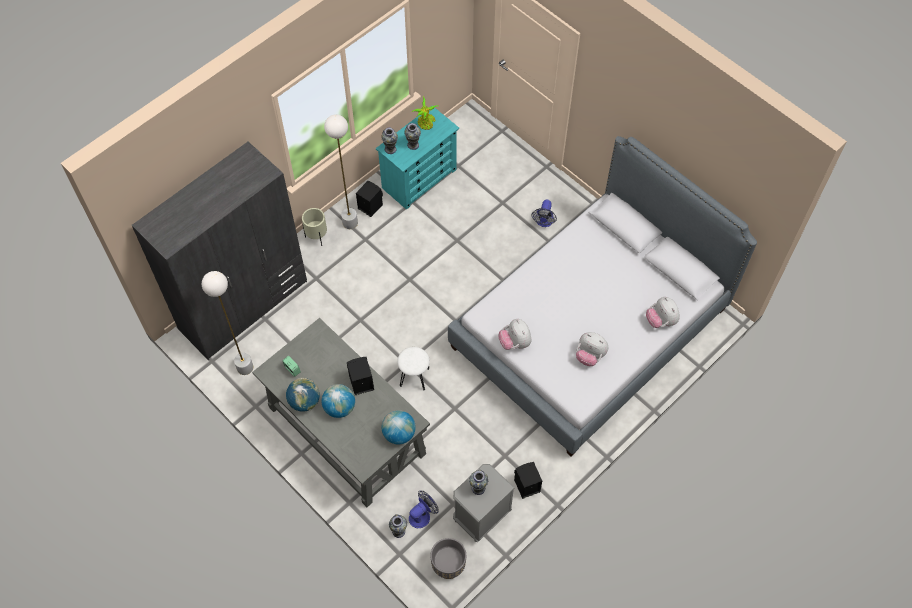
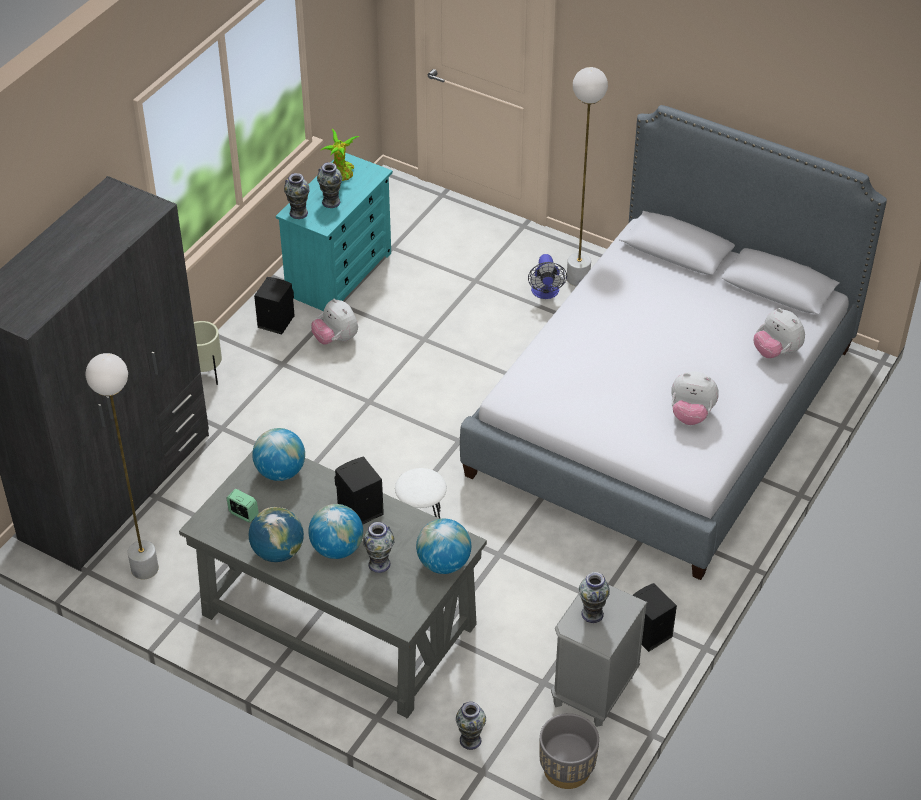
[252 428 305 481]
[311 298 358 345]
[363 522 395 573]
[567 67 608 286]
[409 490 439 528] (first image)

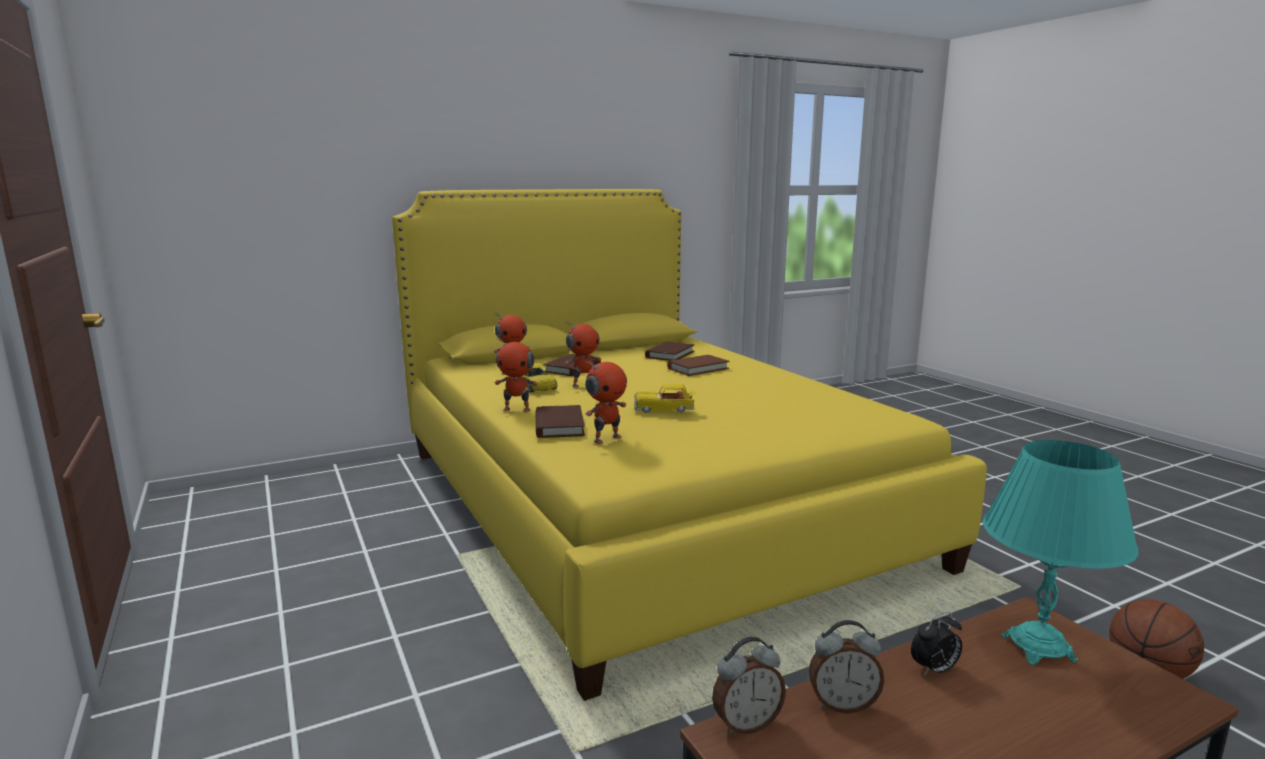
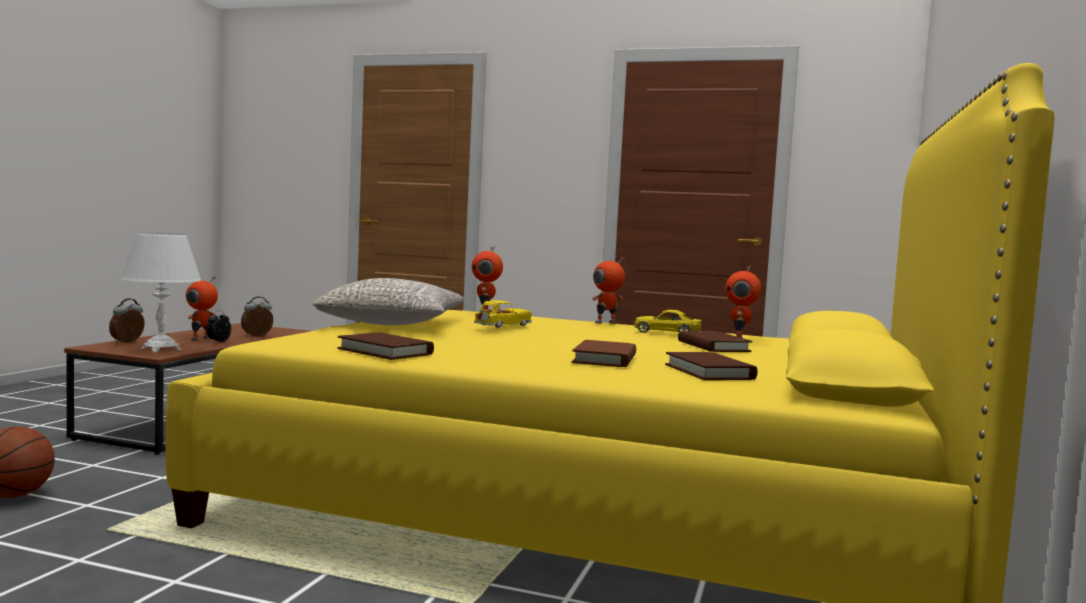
[109 298 145 343]
[121 232 202 352]
[186 276 218 340]
[312 278 465 325]
[337 332 434 360]

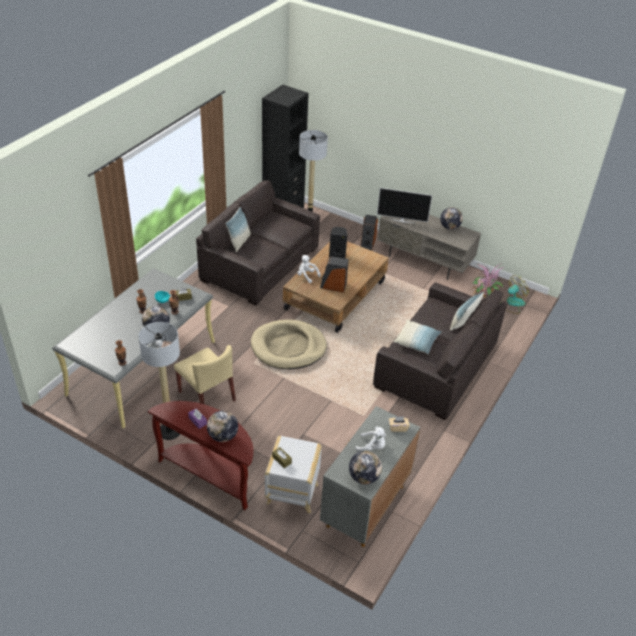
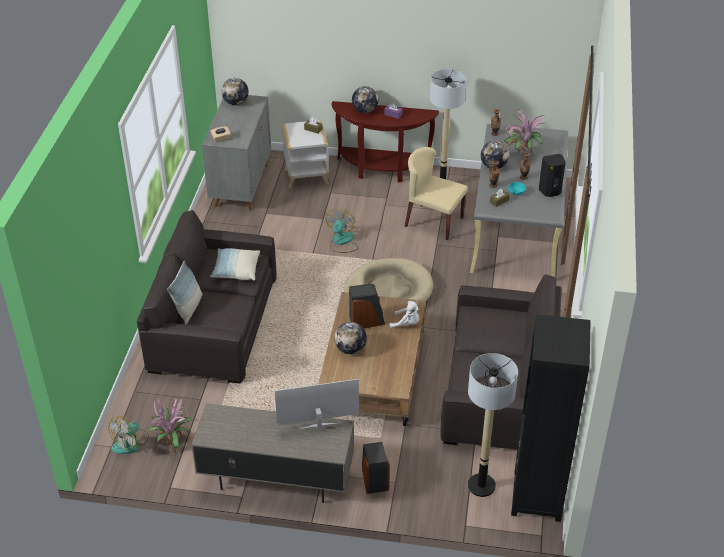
[325 208 359 253]
[334 322 367 354]
[504 109 547 153]
[539 154 566 197]
[225 207 251 252] (first image)
[355 426 386 451] (first image)

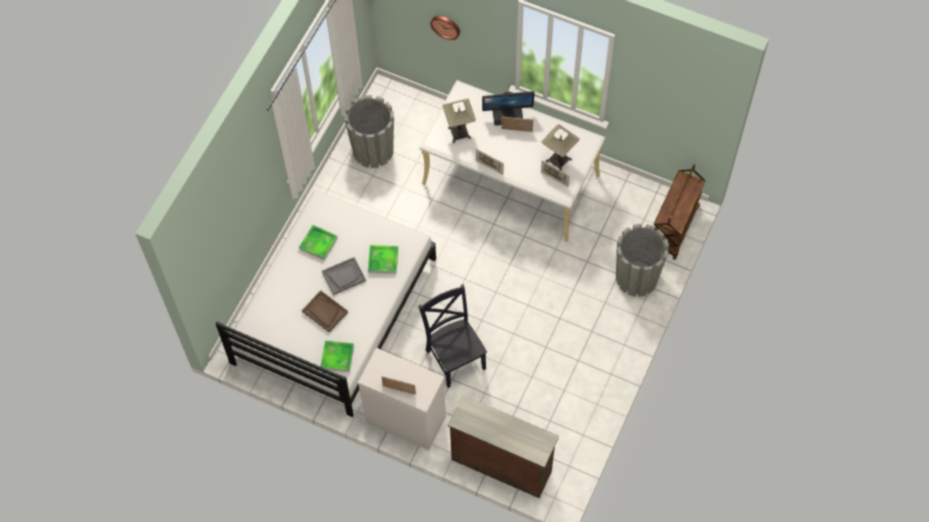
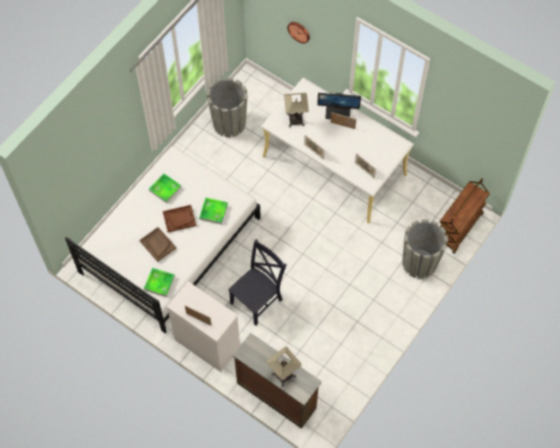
[163 205 196 232]
[228 239 287 326]
[266 347 302 387]

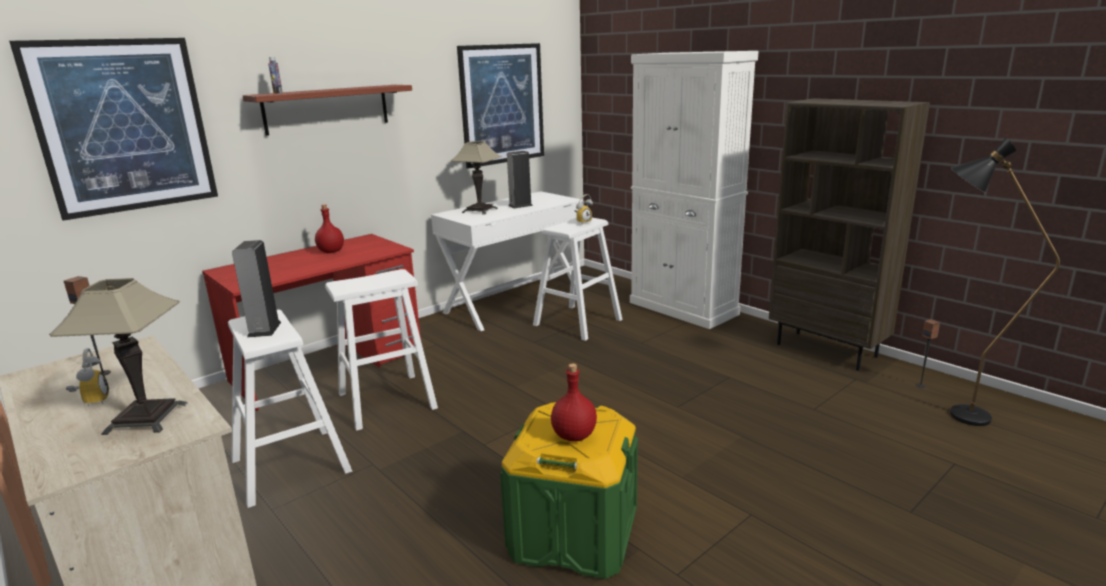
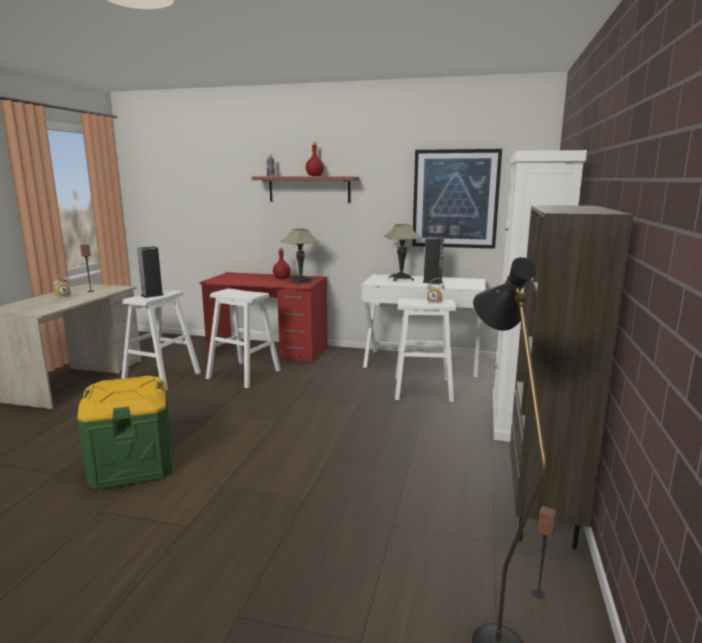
[280 229 320 285]
[306 143 324 176]
[9 38 218 221] (first image)

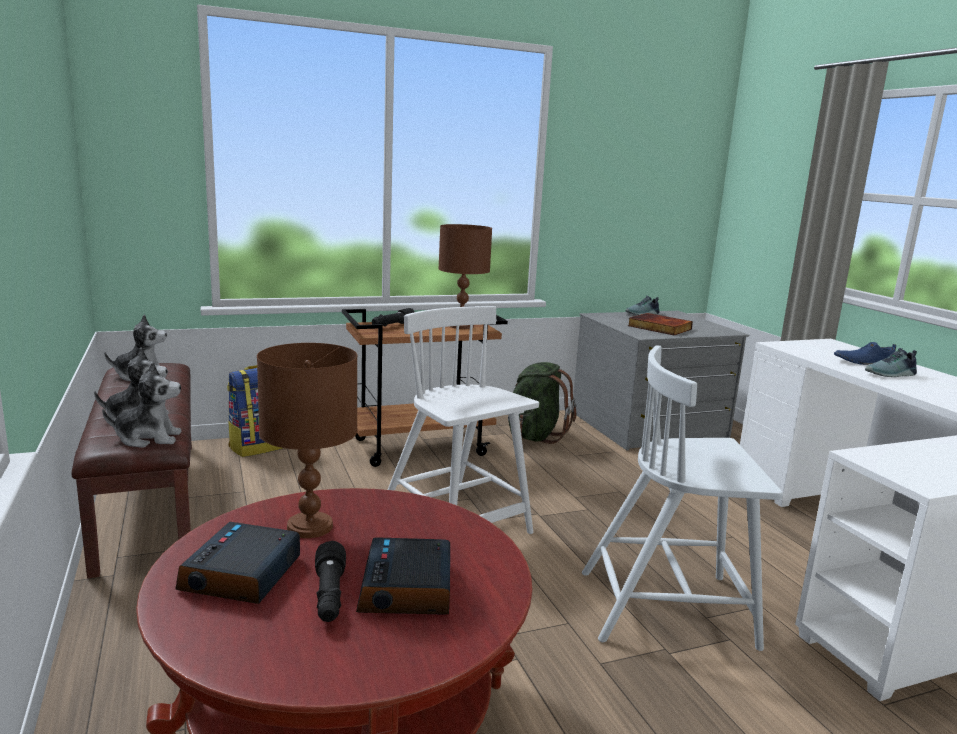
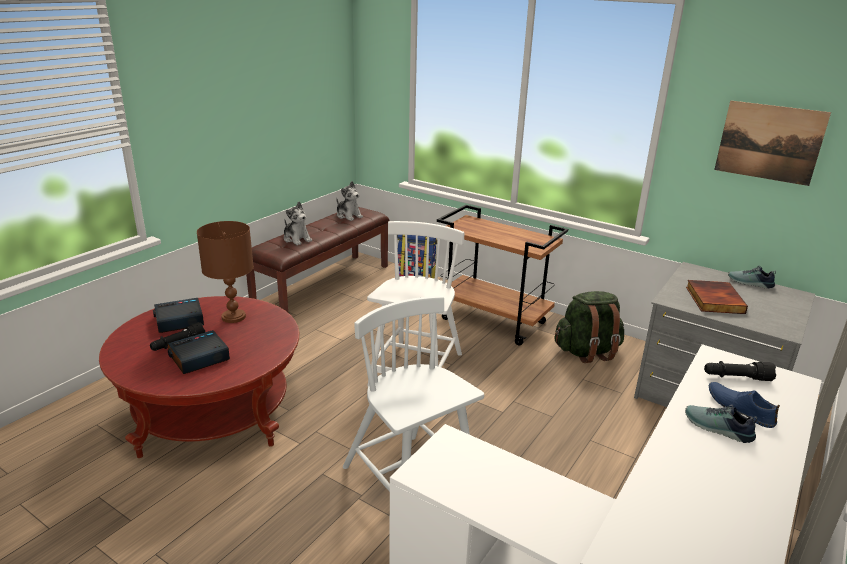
[704 361 776 381]
[714 101 831 186]
[102 362 182 448] (first image)
[439 224 492 329] (first image)

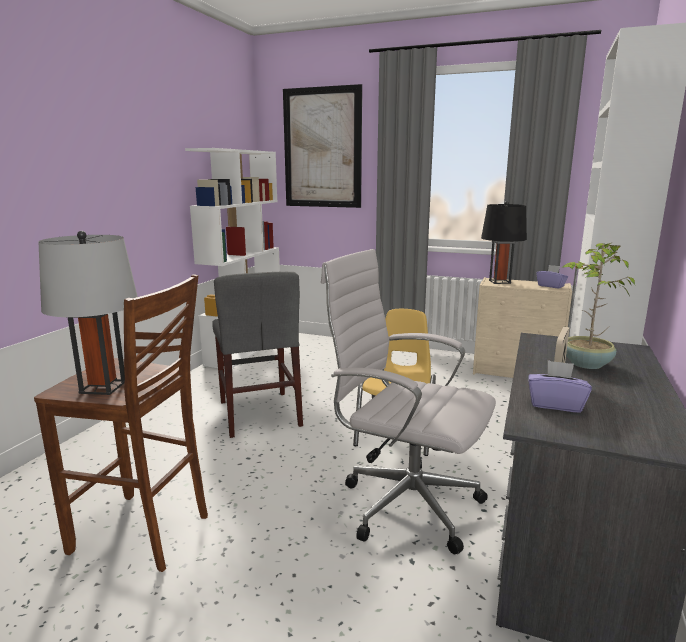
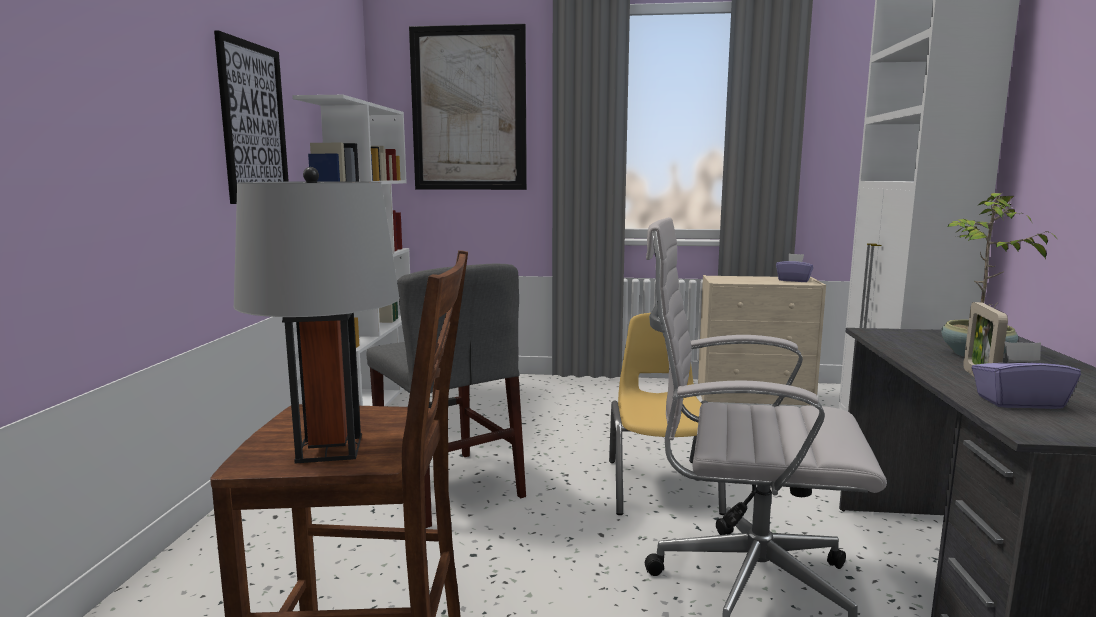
[214 30 289 204]
[481 201 527 284] (first image)

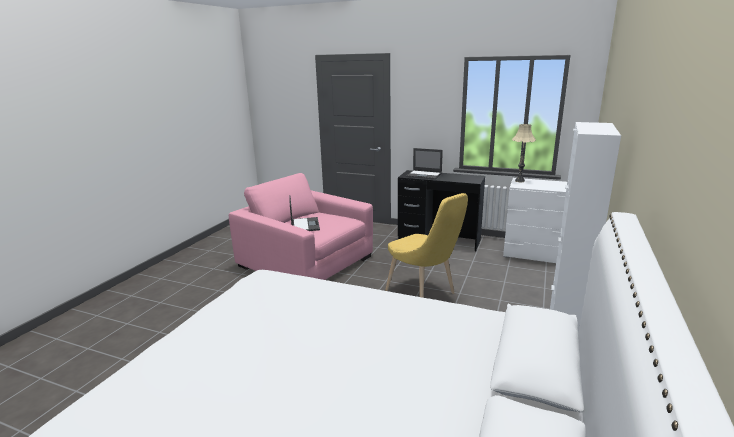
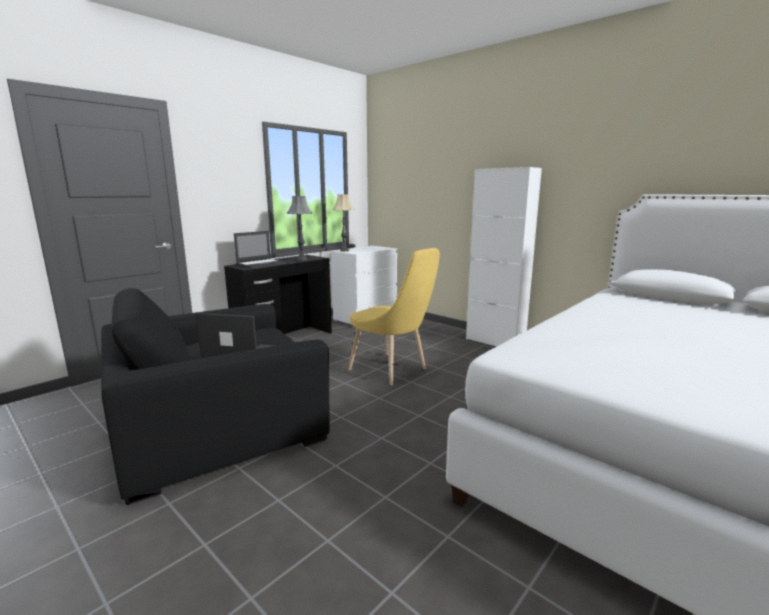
[101 288 330 505]
[287 196 312 261]
[348 248 440 386]

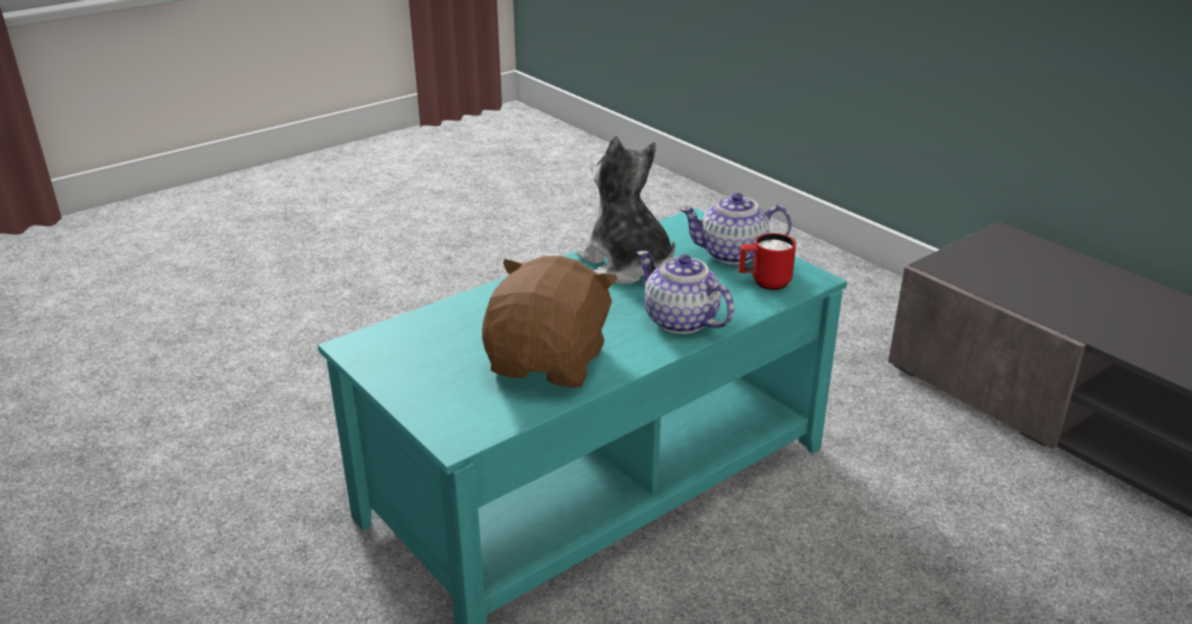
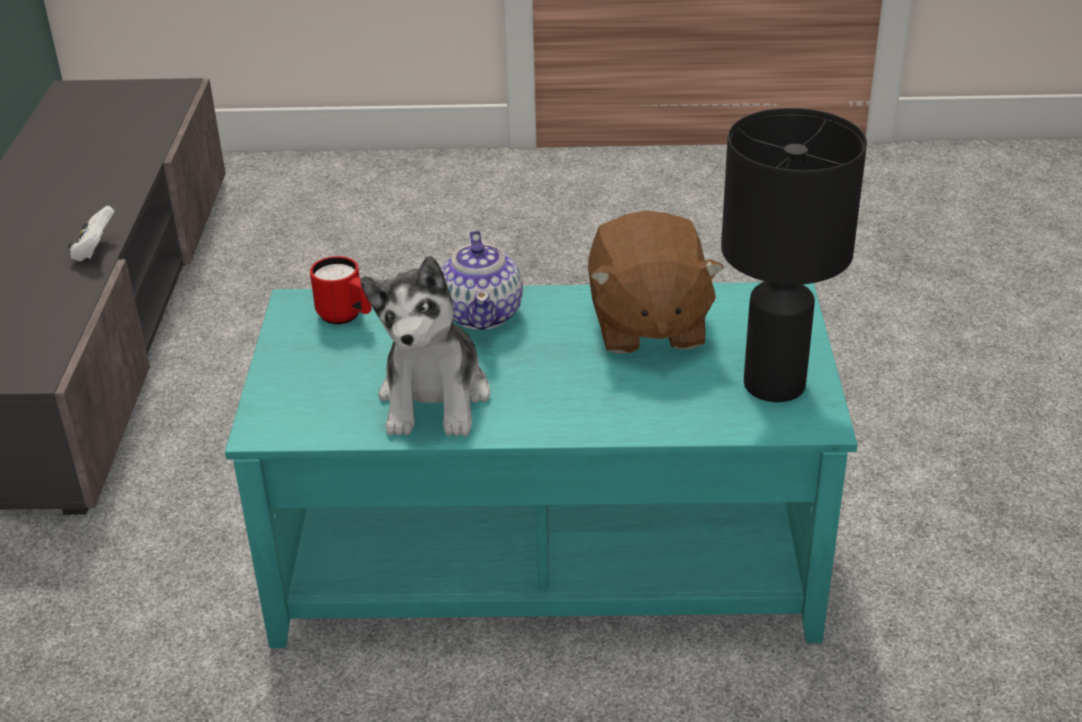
[68 206 115 261]
[588 210 724 354]
[721 108 867 402]
[679 193 792 265] (first image)

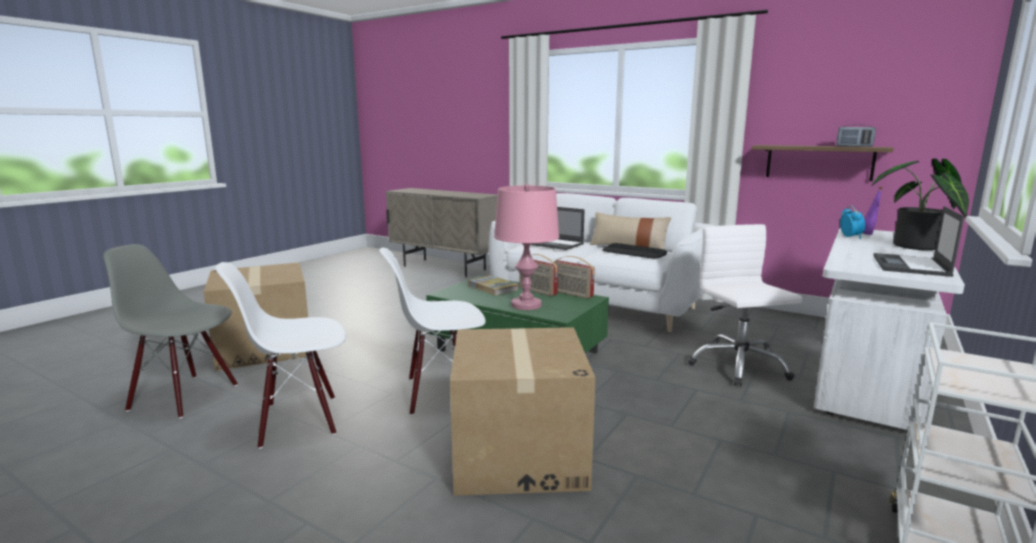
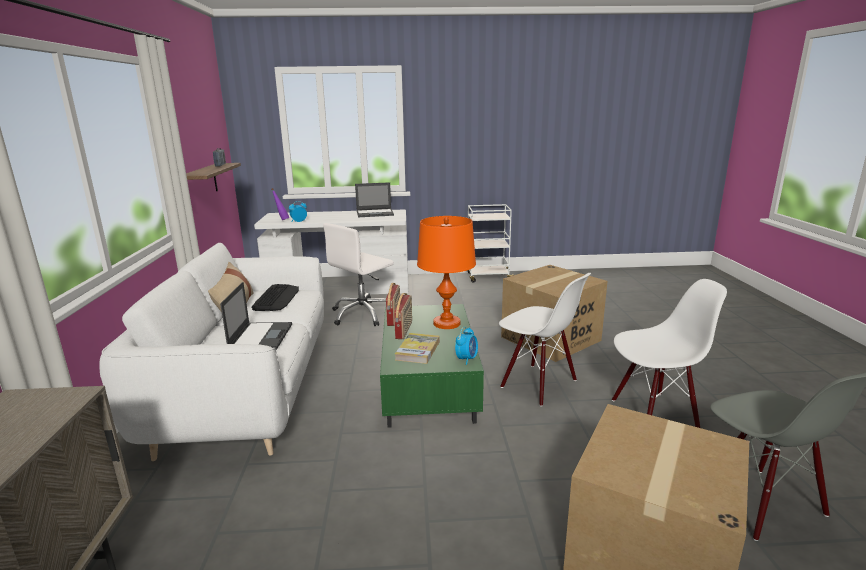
[417 216 476 329]
[455 327 478 365]
[612 279 727 428]
[872 158 969 250] (first image)

